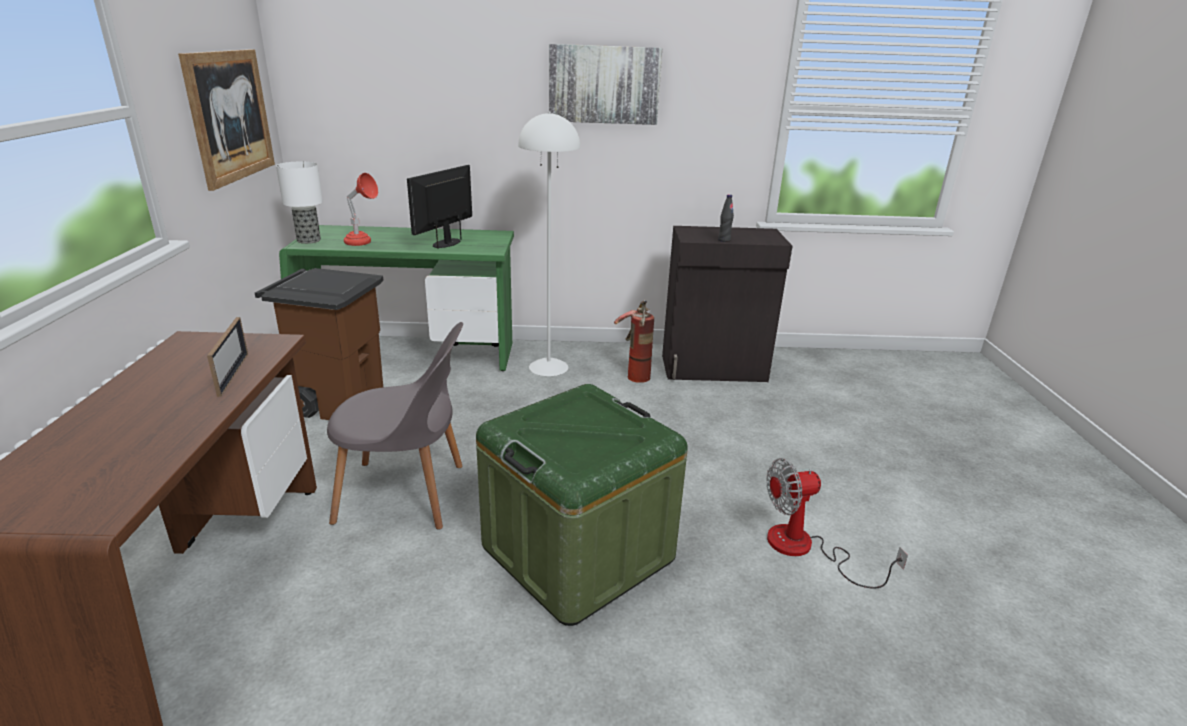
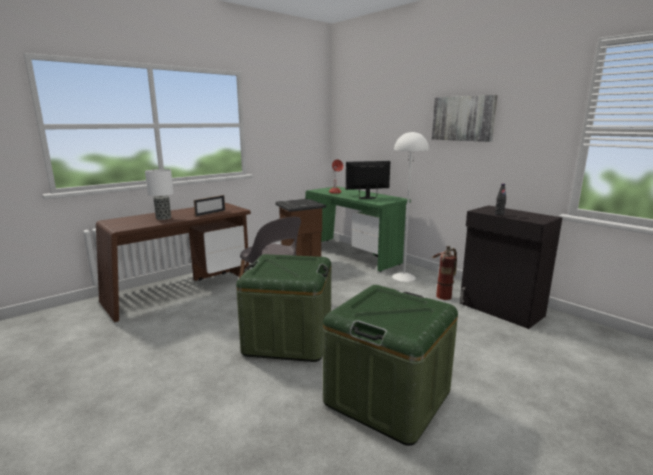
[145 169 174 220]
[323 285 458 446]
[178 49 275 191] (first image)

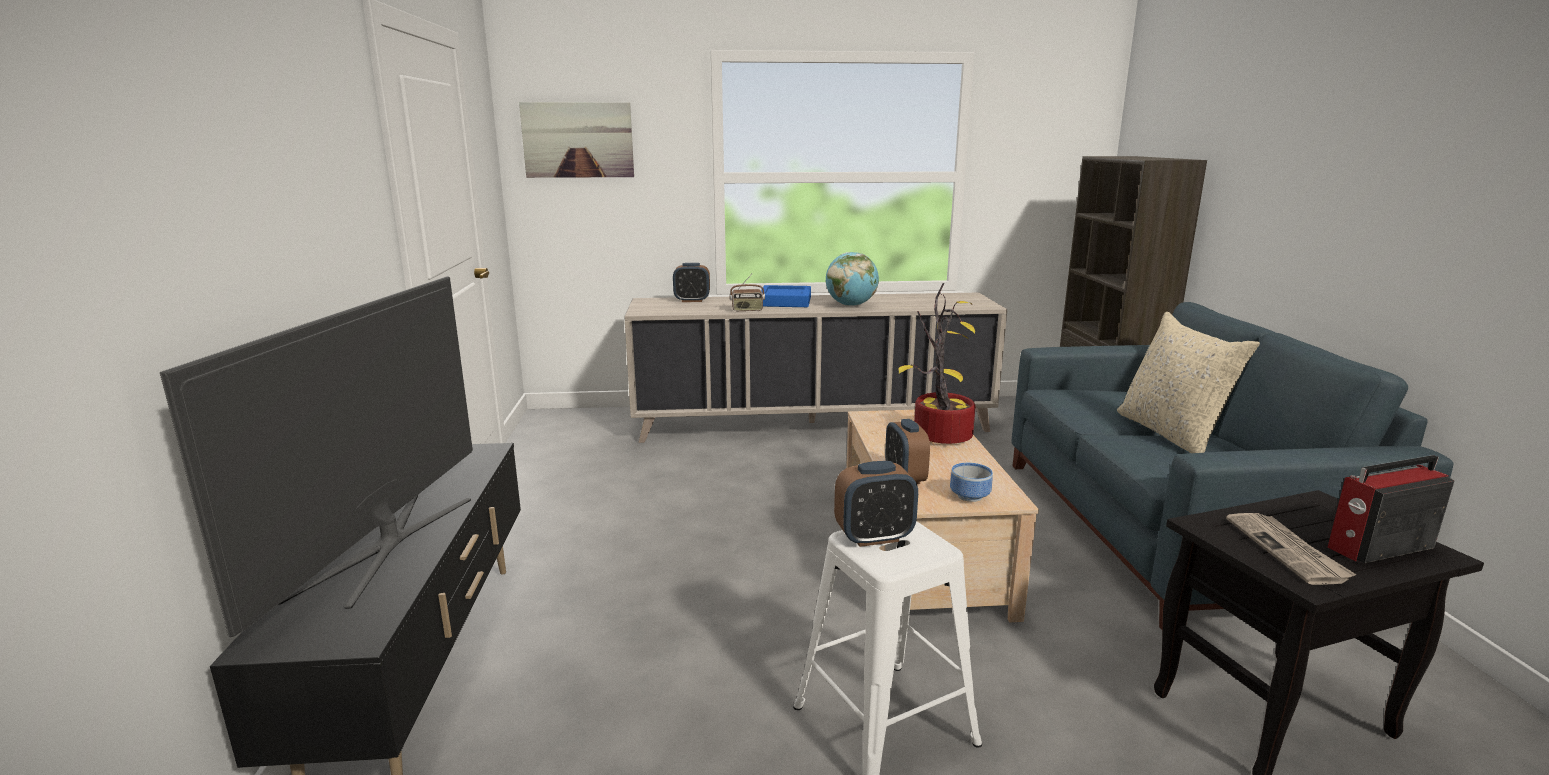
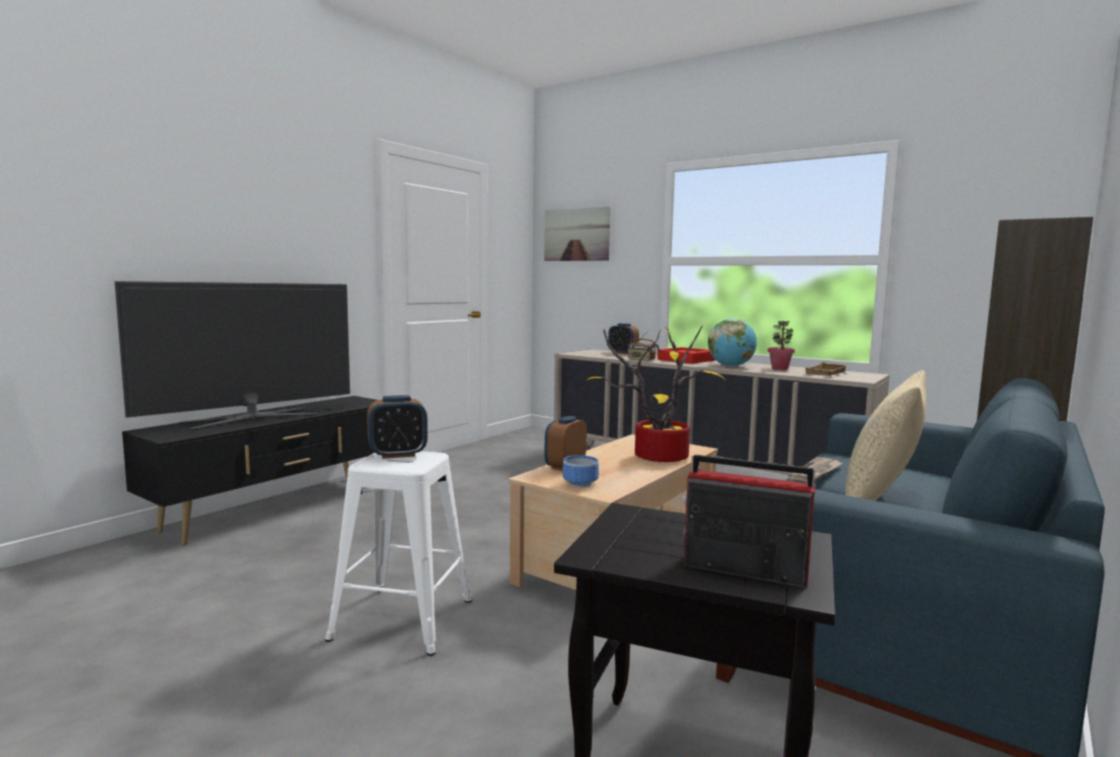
[367 395 428 459]
[657 347 715 364]
[768 321 795 370]
[788 457 843 482]
[805 362 849 376]

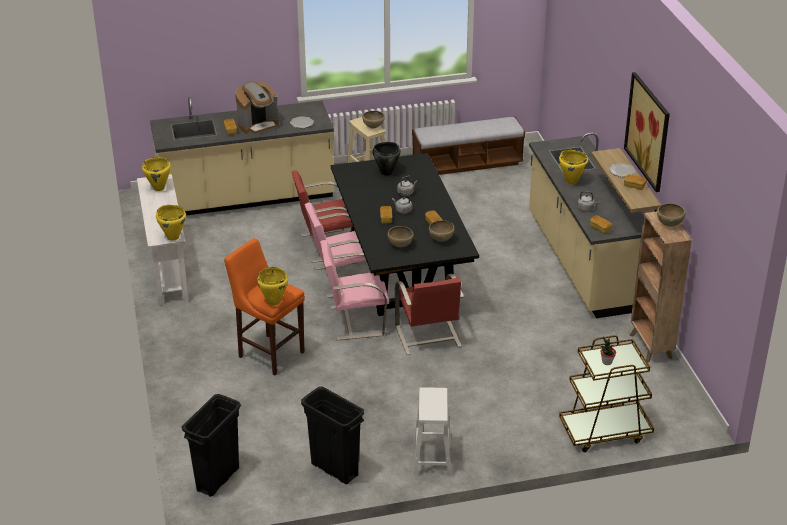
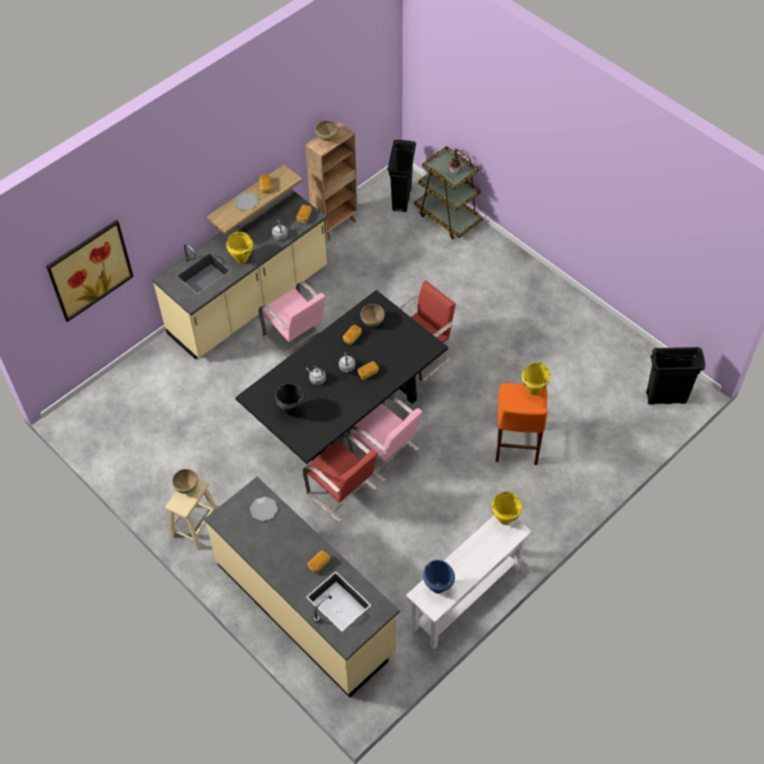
[46 220 134 322]
[259 282 326 359]
[388 140 416 212]
[423 560 455 594]
[235 82 279 135] (first image)
[387 226 414 247] (first image)
[412 117 525 175] (first image)
[413 387 452 476] (first image)

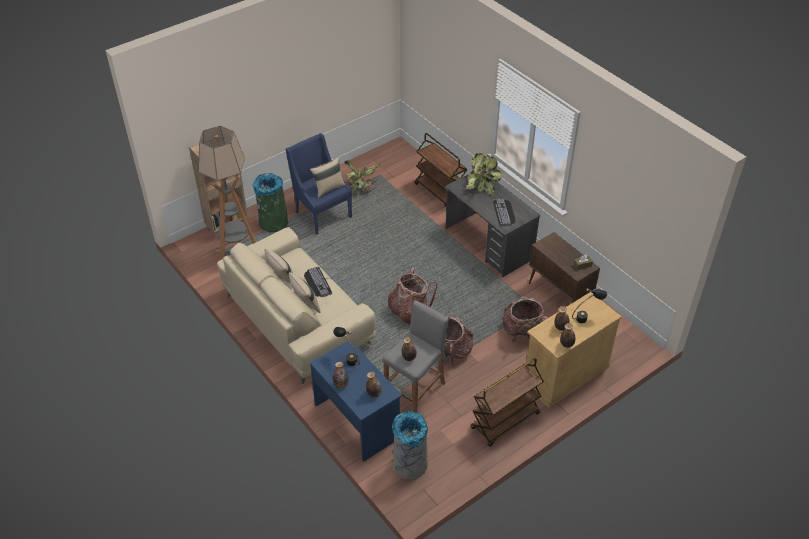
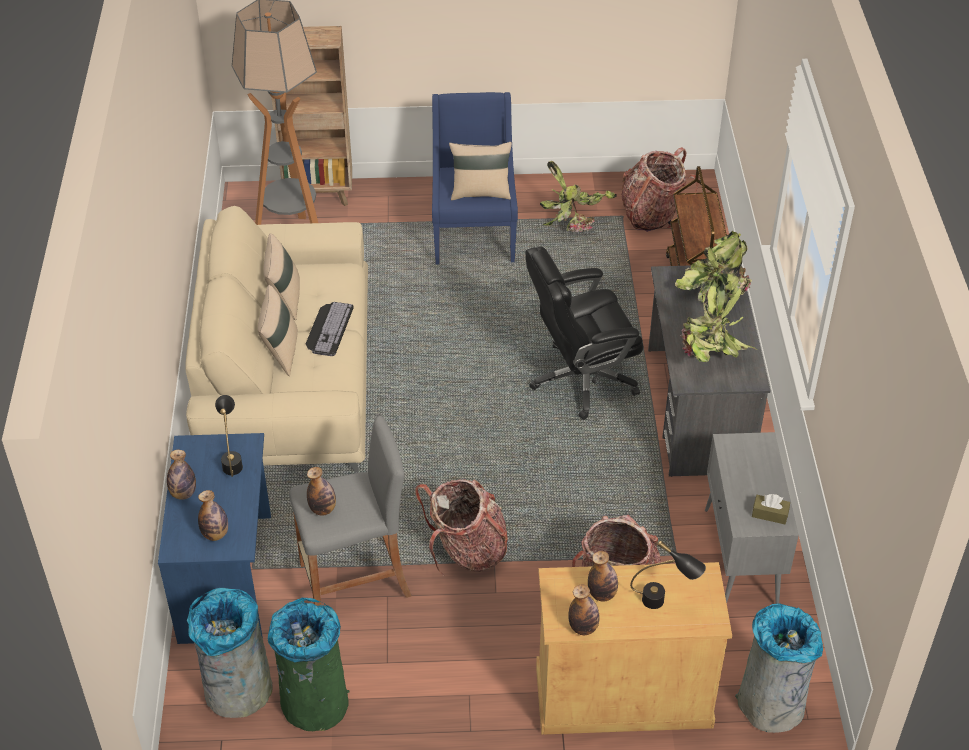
[268 598 349 731]
[526 246 643 420]
[621 147 699 232]
[680 278 757 363]
[705 432 799 604]
[735 603 823 733]
[471 358 544 447] (first image)

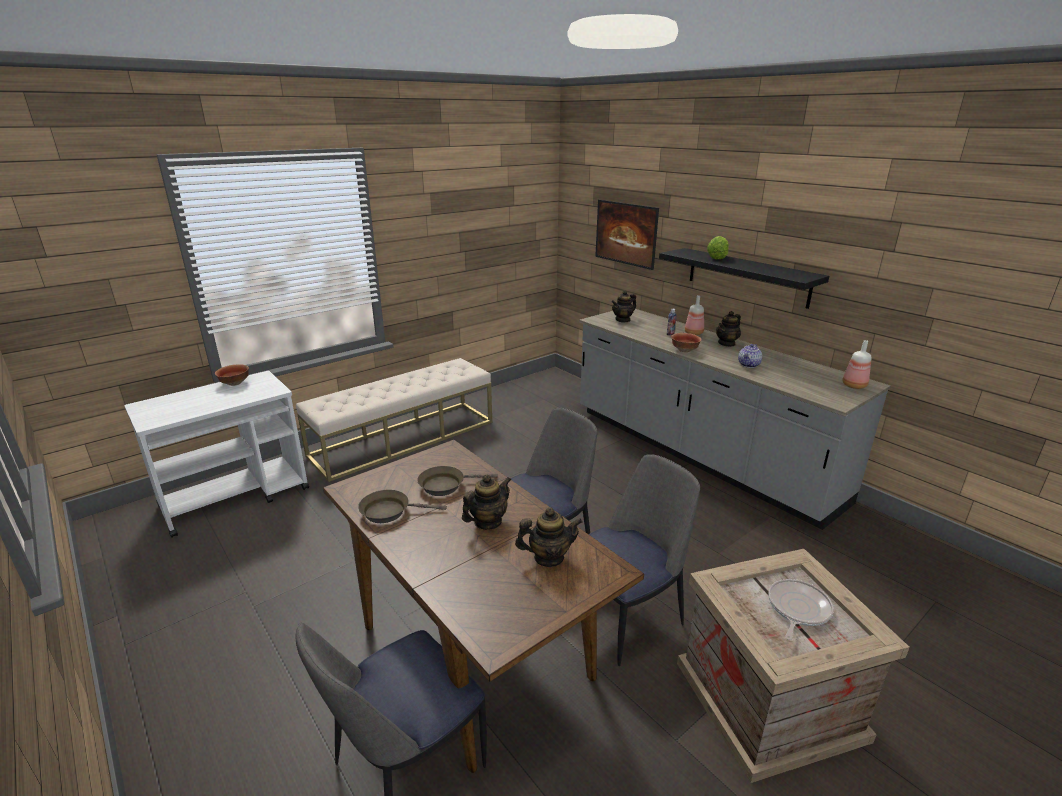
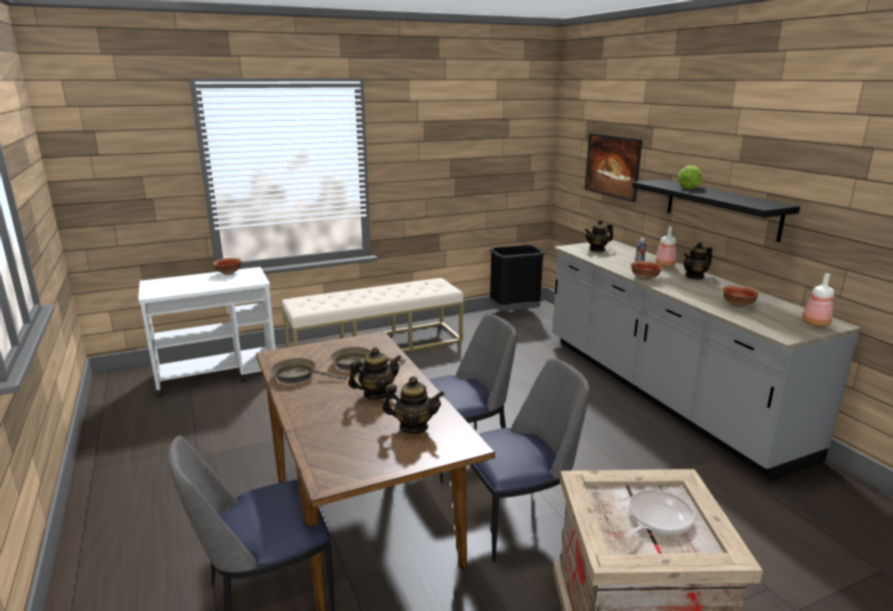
[490 245 544 311]
[723 285 759 308]
[738 344 762 368] (first image)

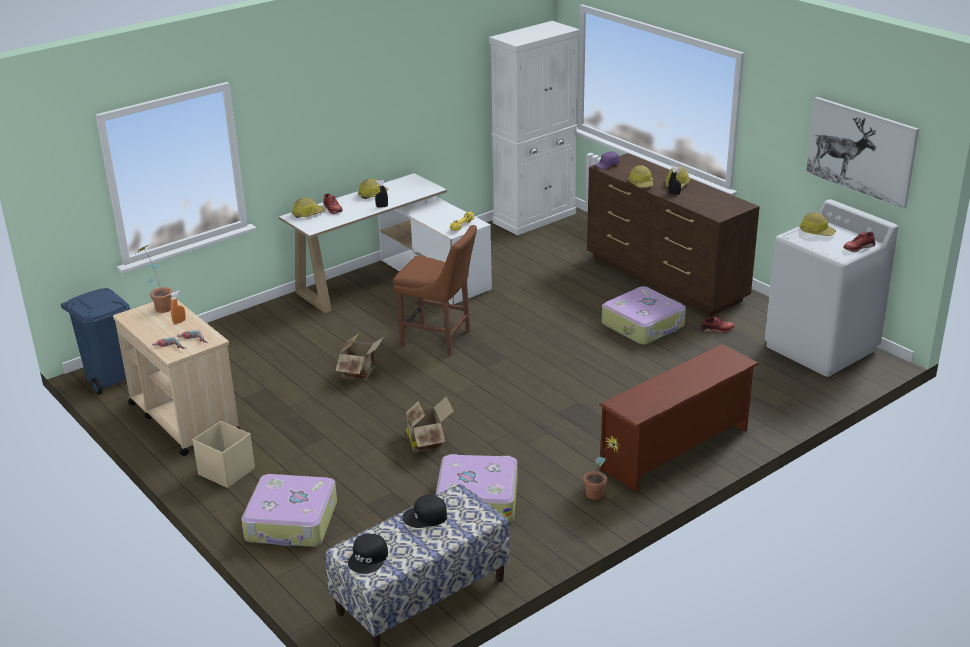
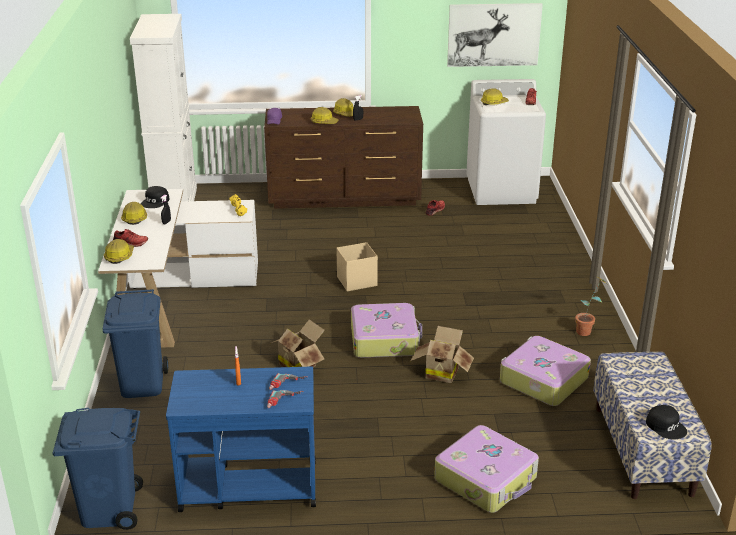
[103 289 168 398]
[141 186 169 208]
[166 367 316 512]
[336 242 378 292]
[351 303 422 358]
[136 244 173 313] (first image)
[393 225 477 356] (first image)
[599 344 759 492] (first image)

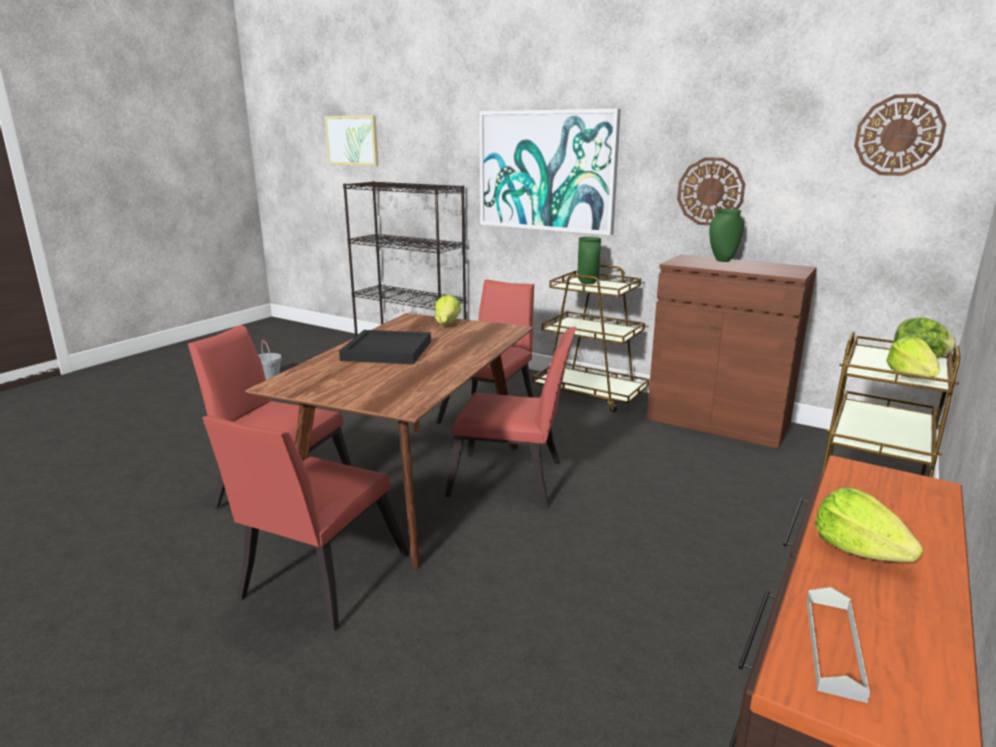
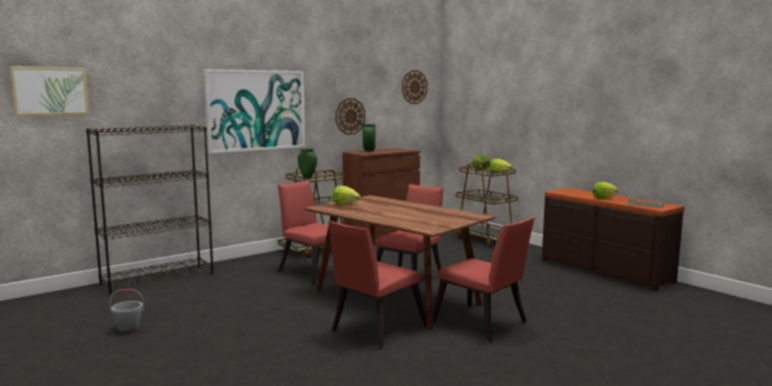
[339 330 431 364] (first image)

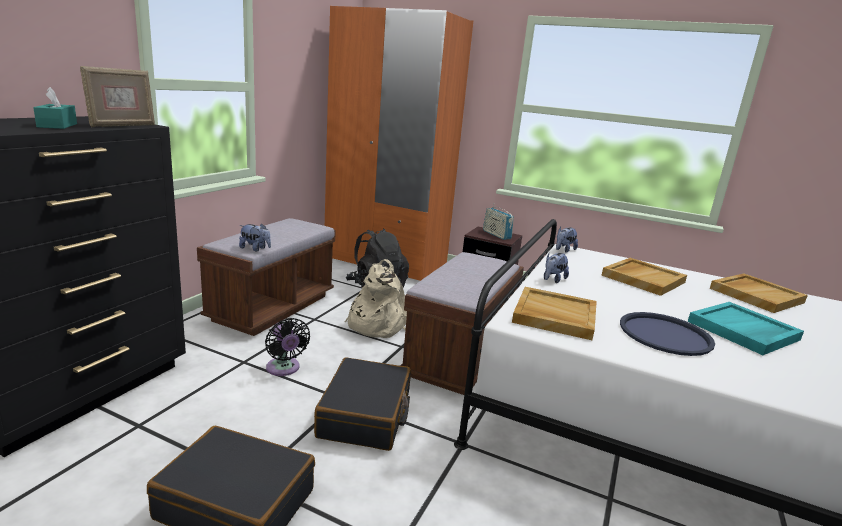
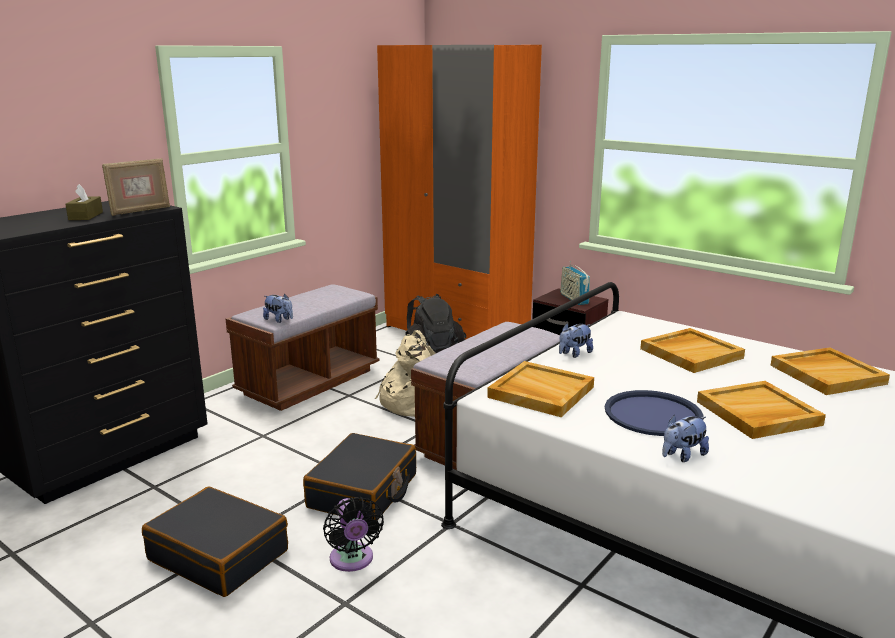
[66 184 103 220]
[323 497 384 572]
[662 415 709 462]
[697 381 826 439]

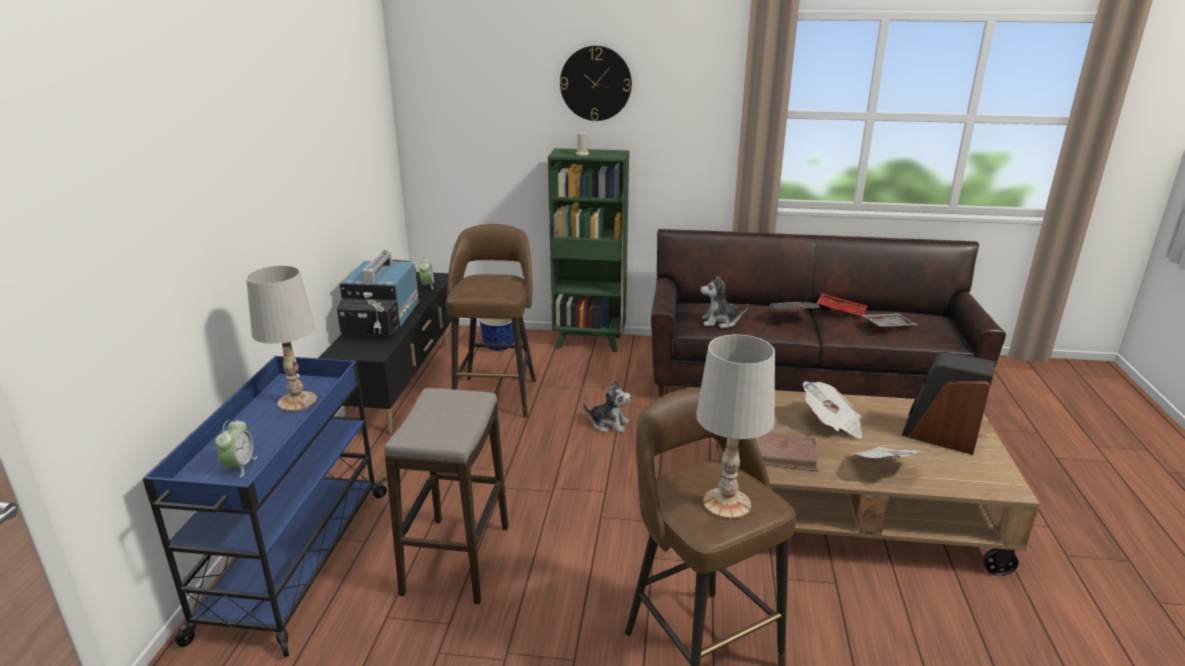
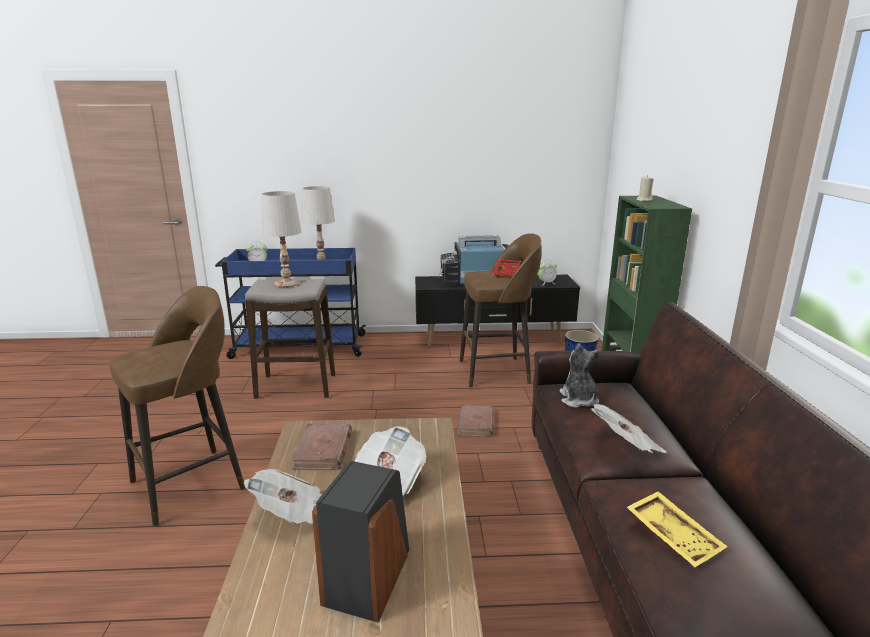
[261 191 302 287]
[458 405 494 437]
[492 260 521 278]
[627 491 728 567]
[560 46 632 121] (first image)

